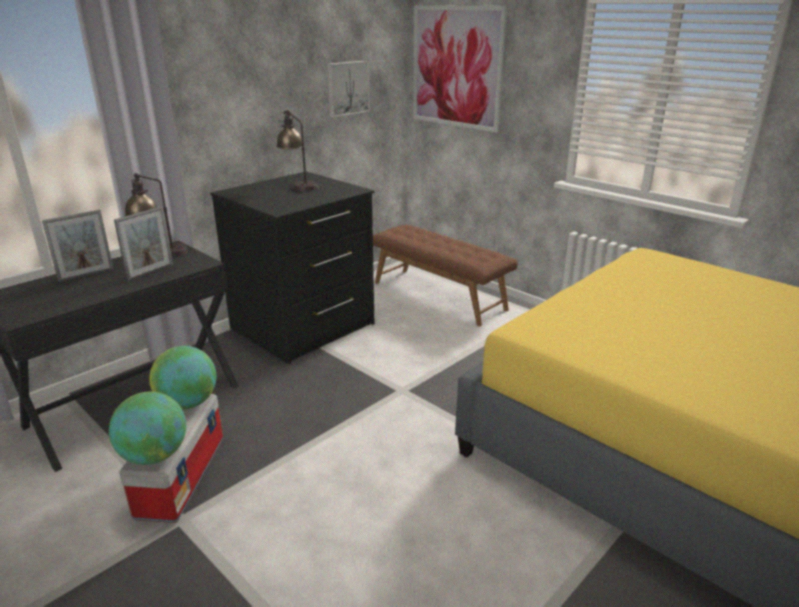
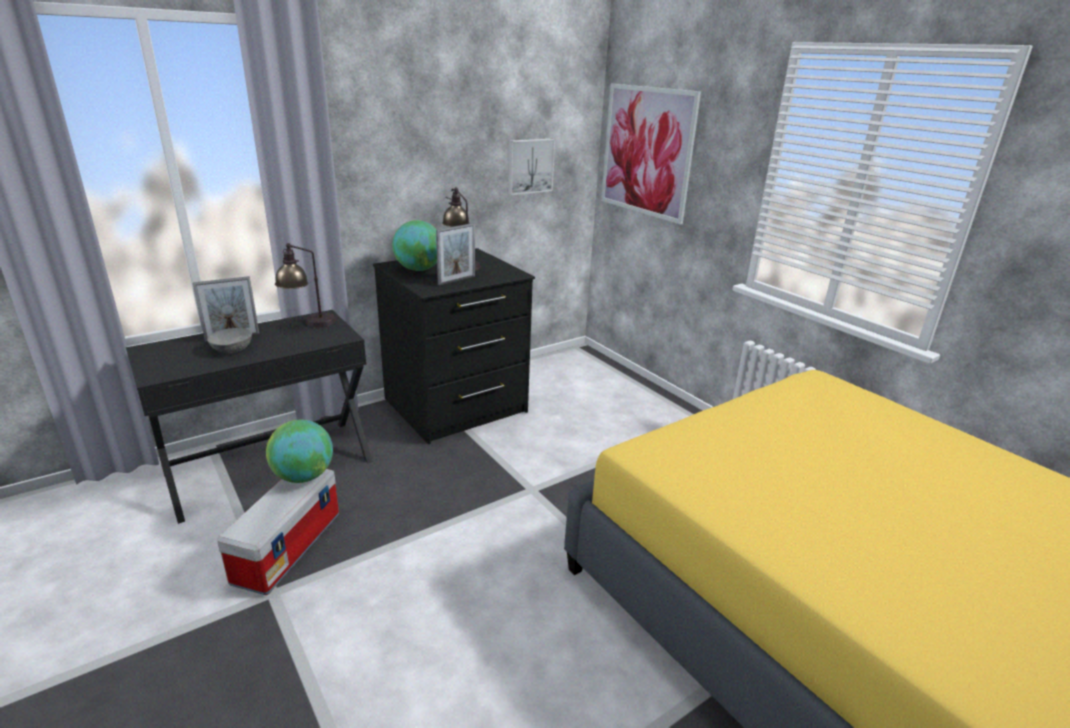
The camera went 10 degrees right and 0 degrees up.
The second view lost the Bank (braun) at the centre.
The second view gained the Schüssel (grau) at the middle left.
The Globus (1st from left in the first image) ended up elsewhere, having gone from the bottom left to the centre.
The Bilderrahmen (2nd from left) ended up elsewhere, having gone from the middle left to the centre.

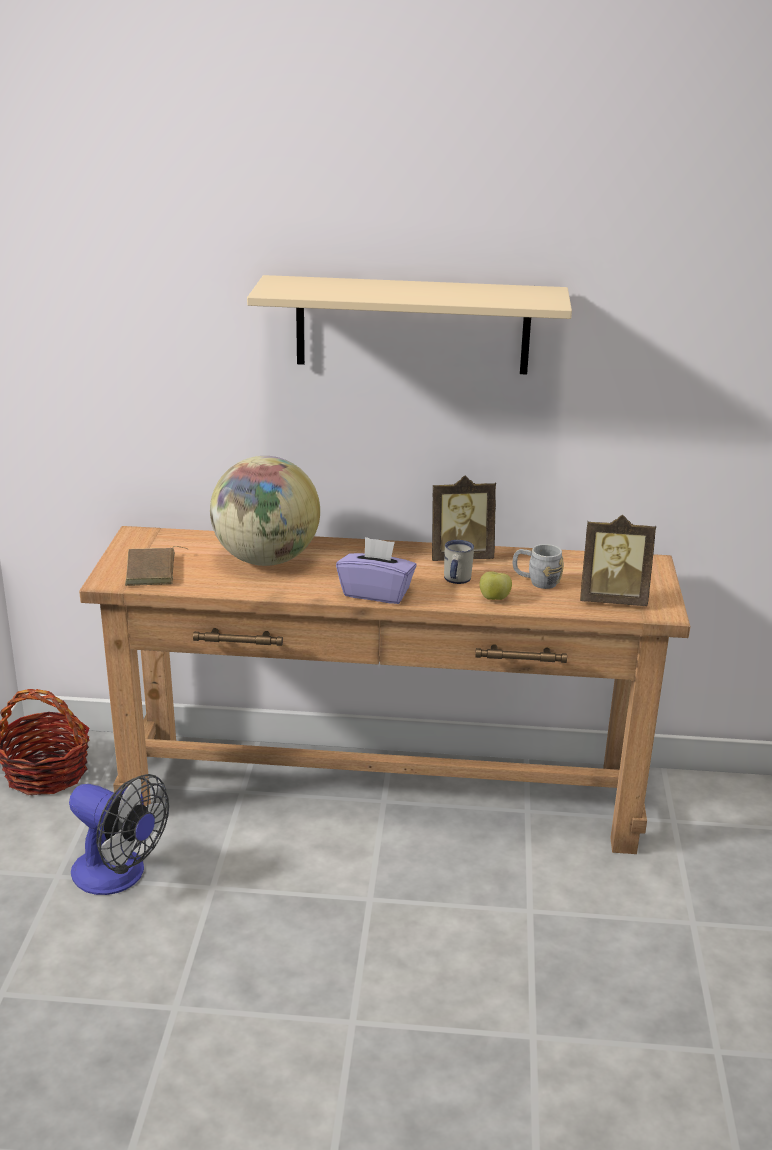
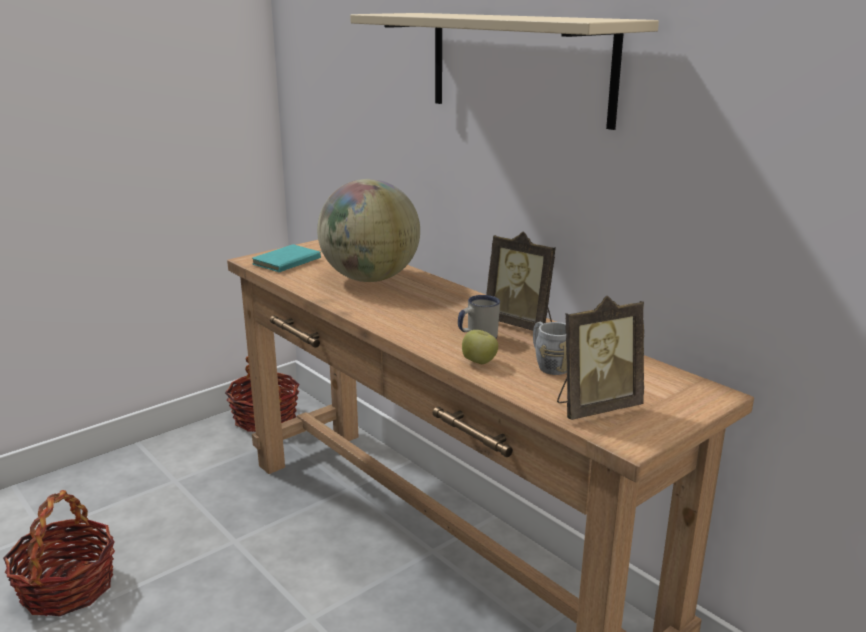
The camera went 45 degrees right and 5 degrees down.
The second view lost the Ventilator at the bottom left.
The second view lost the Taschentuchbox (lila) at the centre.
The second view gained the Korb (1st from left) at the bottom left.
What was the Buch (braun) at the middle left turned into the Buch (türkis) at the middle left.
The Bilderrahmen (2nd from left) at the middle right ended up facing another way, 75 degrees counterclockwise from before.

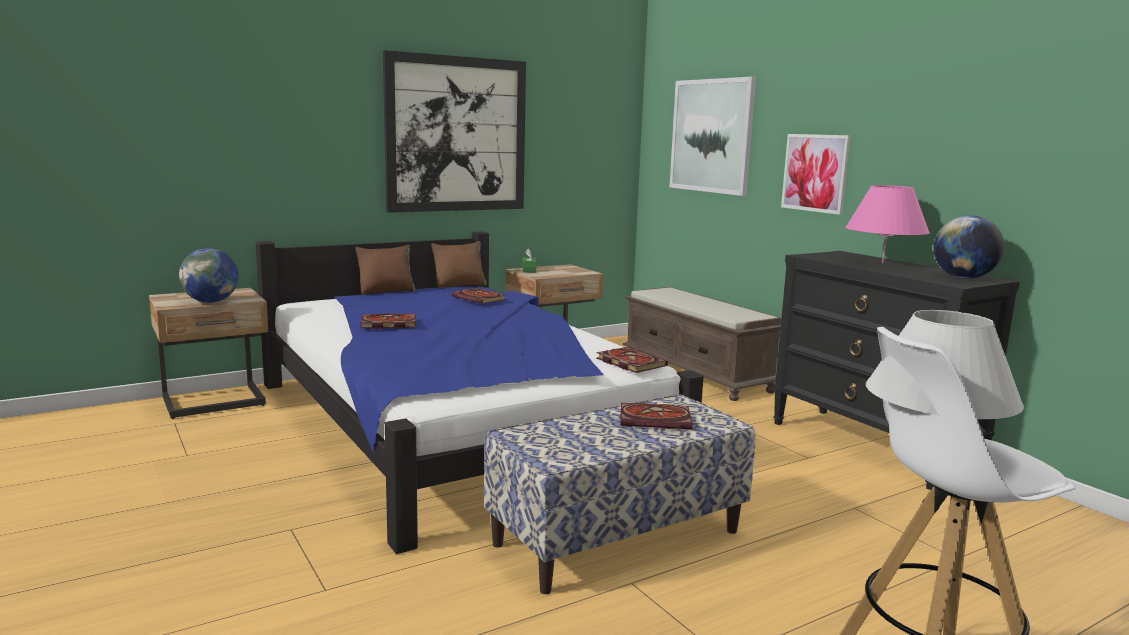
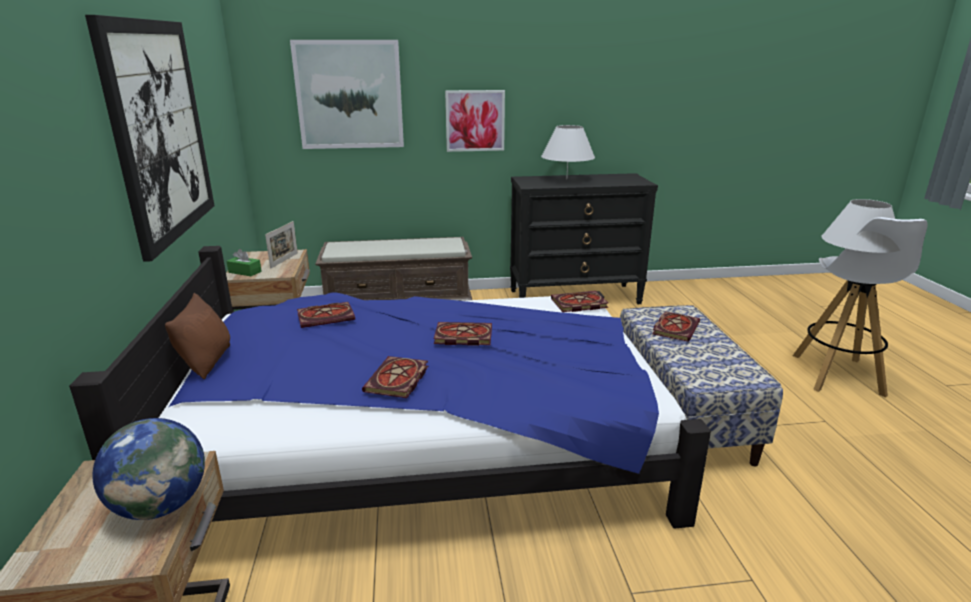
The camera went 65 degrees left and 10 degrees up.
The second view lost the Kissen (braun) (2nd from left) at the centre.
The second view lost the Globus (2nd from left) at the middle right.
The second view gained the Bilderrahmen at the middle left.
The second view gained the Buch (3rd from left) at the centre.
What was the Tischlampe (rosa) at the middle right turned into the Tischlampe (weiß) (1st from left) at the top centre.

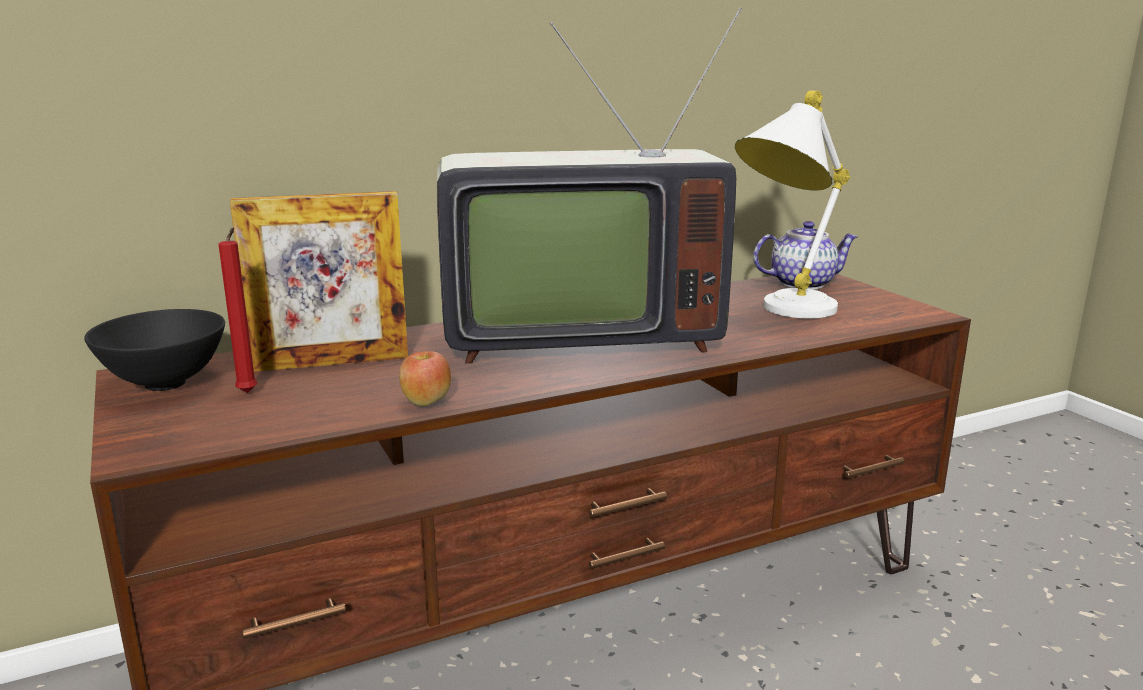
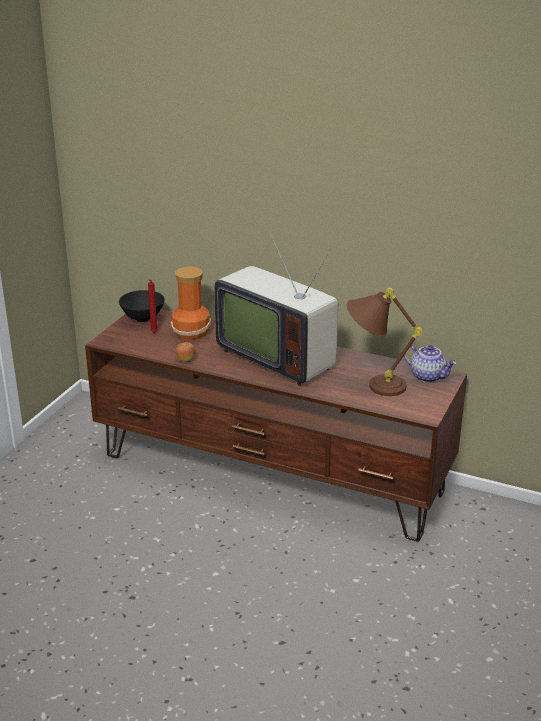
The camera went 50 degrees right and 10 degrees up.
Where the Bilderrahmen stood at the middle left, the Vase came to stand at the centre.
What was the Tischlampe (weiß) at the top right turned into the Tischlampe (braun) at the middle right.

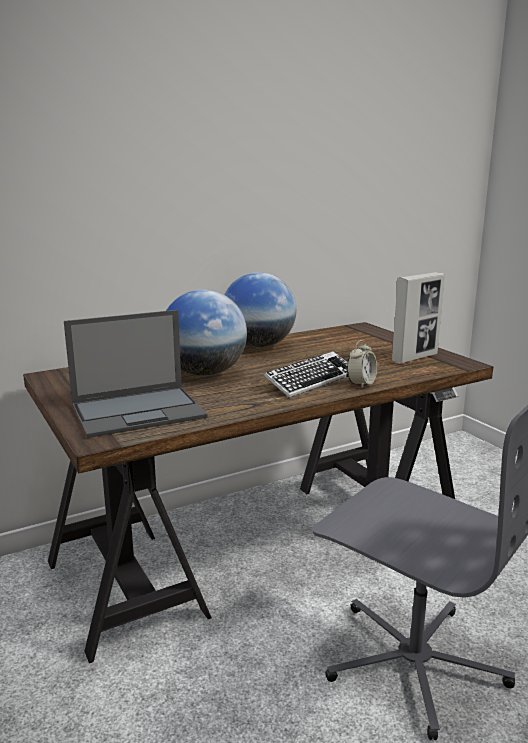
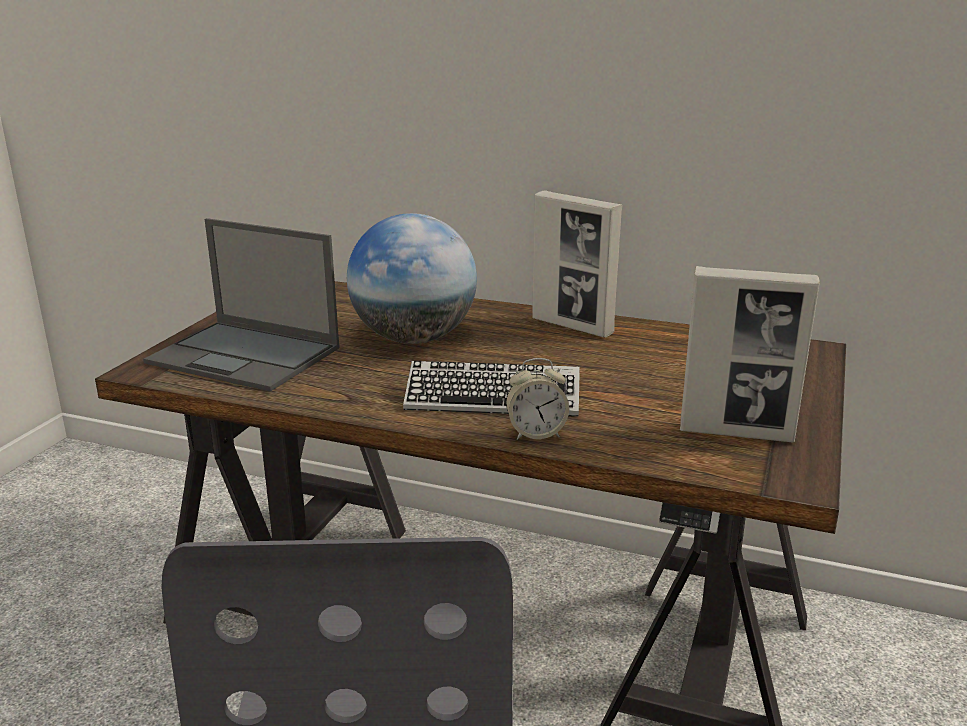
The camera went 50 degrees right and 5 degrees up.
Where the Globus (2nd from left) stood at the centre, the Bilderrahmen (1st from left) came to stand at the centre.

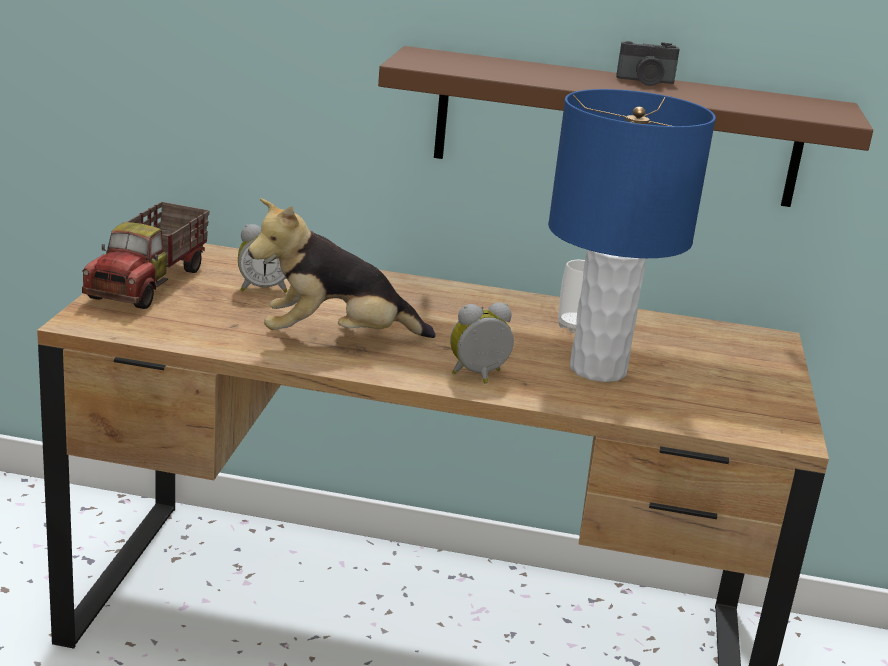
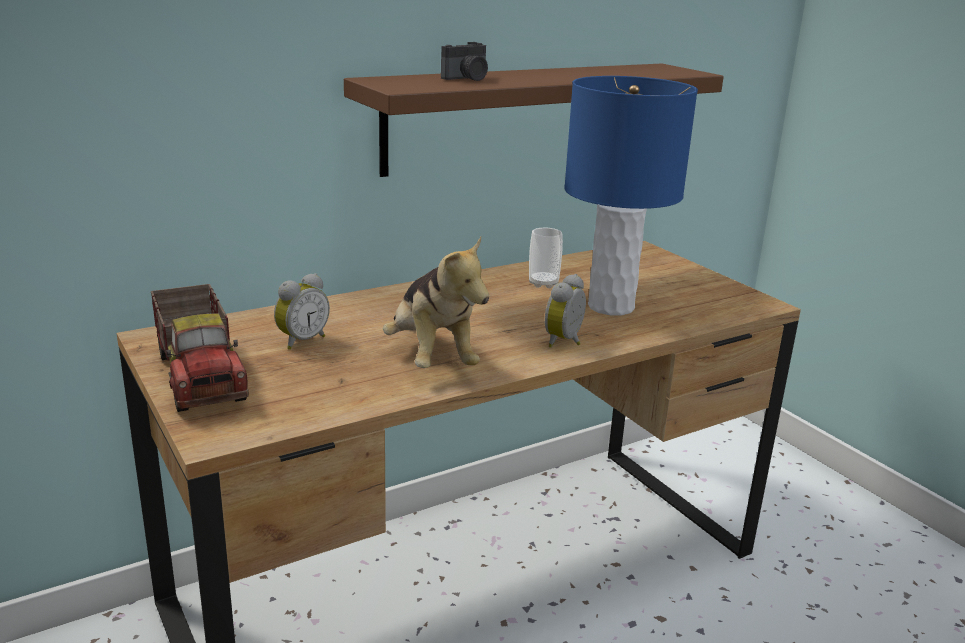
The camera went 40 degrees left and 0 degrees up.
The Kamera ended up elsewhere, having gone from the top right to the top centre.
The Plüschtier at the centre ended up facing another way, 60 degrees counterclockwise from before.

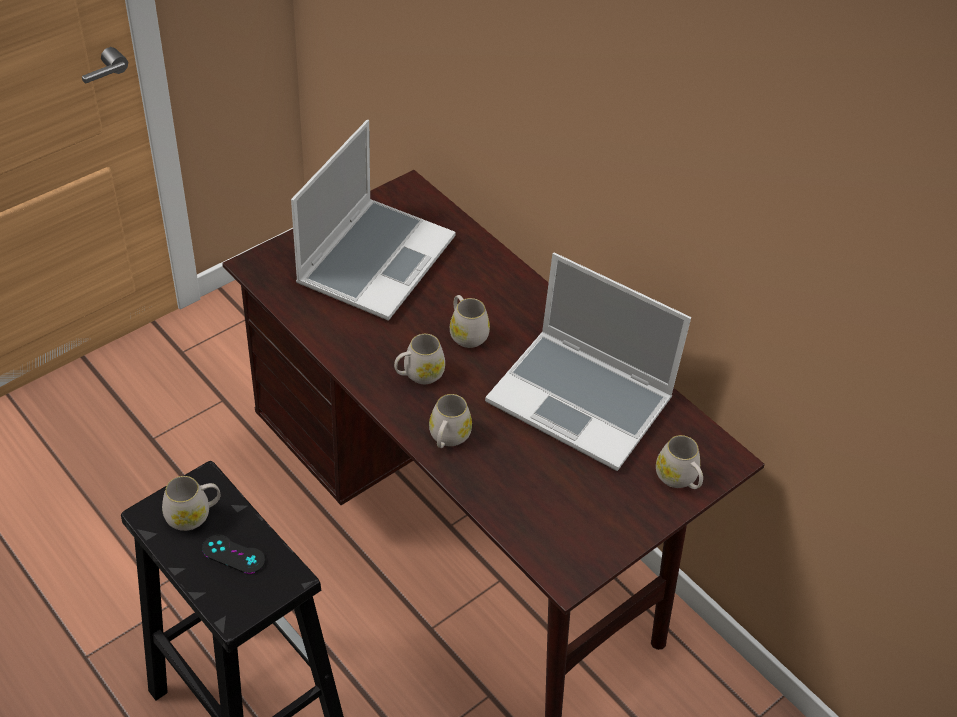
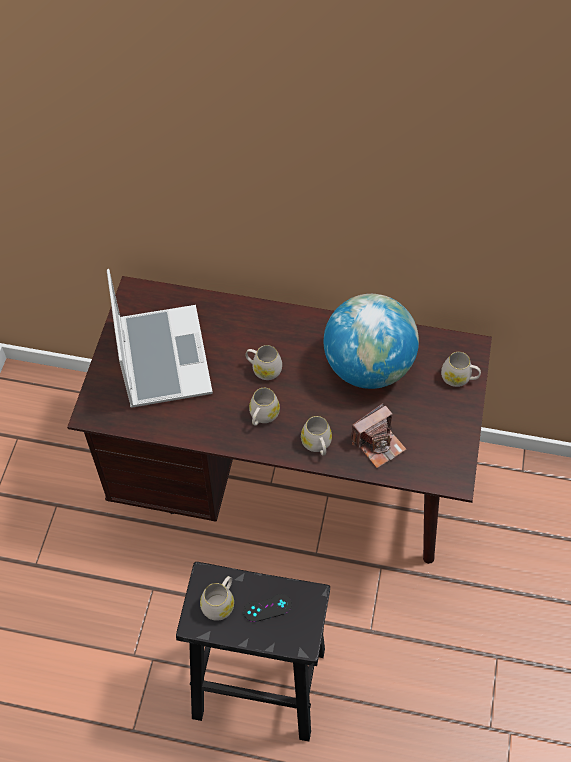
The camera went 35 degrees left and 10 degrees up.
The second view gained the Kamera at the centre.
Where the Laptop (2nd from left) stood at the centre, the Globus came to stand at the centre.

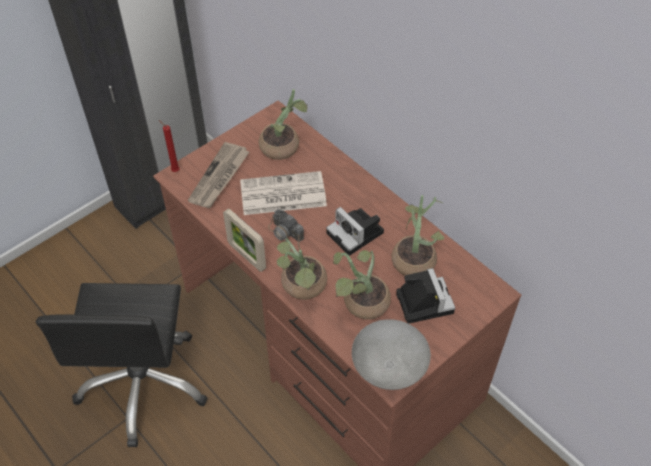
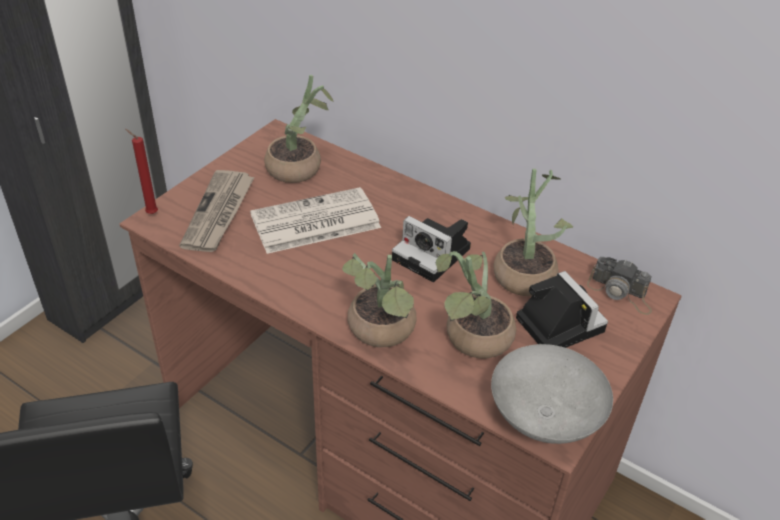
The camera went 15 degrees left and 10 degrees down.
The second view lost the Bilderrahmen at the centre.
The Kamera (1st from left in the first image) ended up elsewhere, having gone from the centre to the middle right.

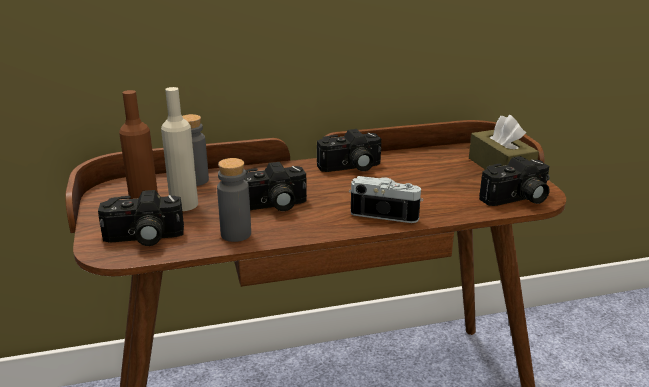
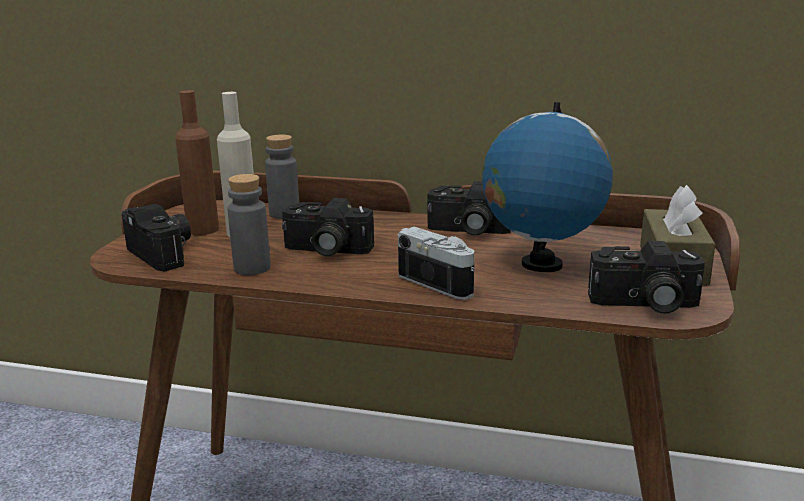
The camera went 30 degrees right and 5 degrees down.
The second view gained the Globus at the middle right.
The Kamera (1st from left) at the middle left ended up facing another way, 150 degrees counterclockwise from before.

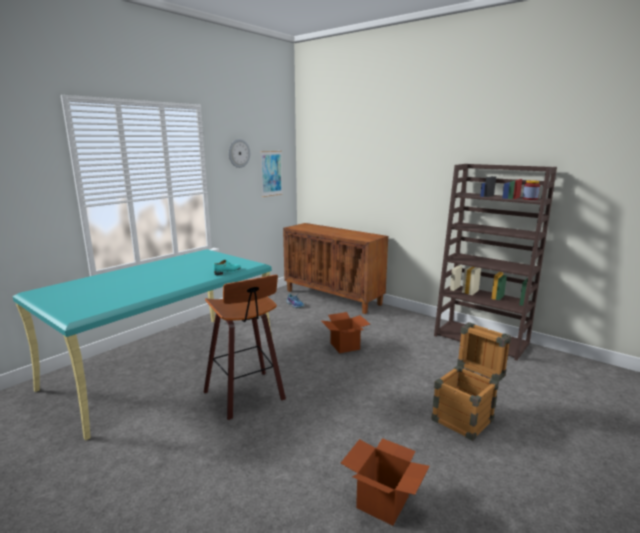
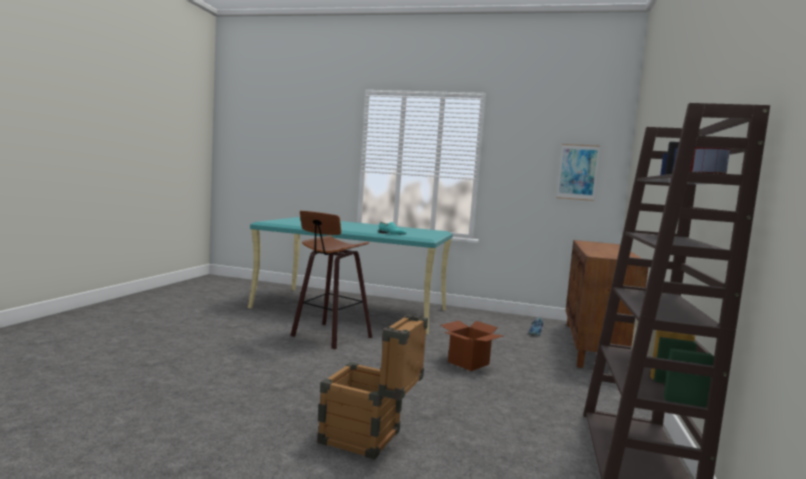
The camera went 65 degrees right and 10 degrees down.
The second view lost the Wanduhr at the top centre.
The second view lost the Karton (2nd from left) at the bottom centre.

